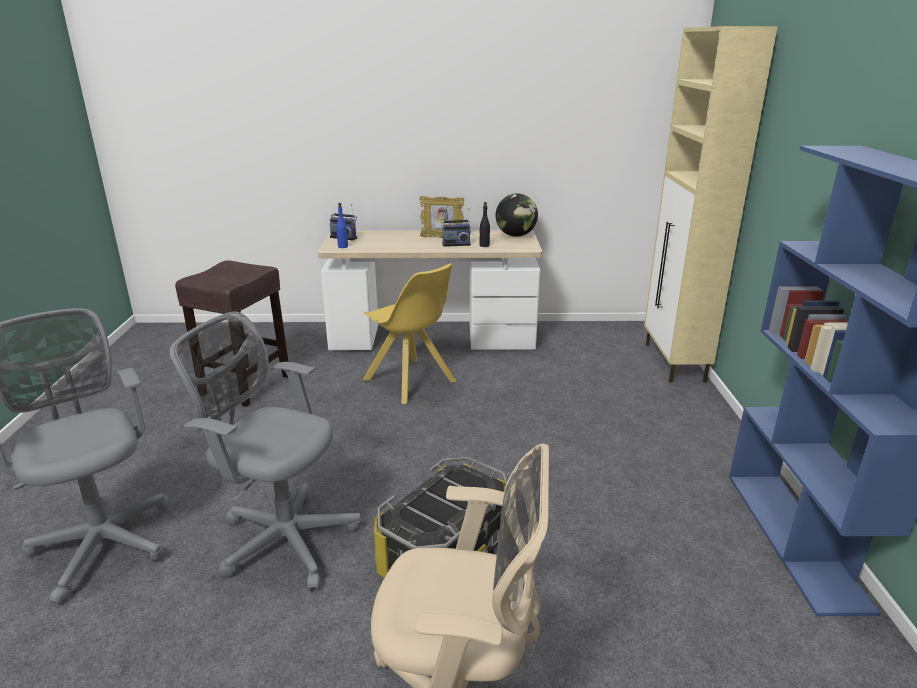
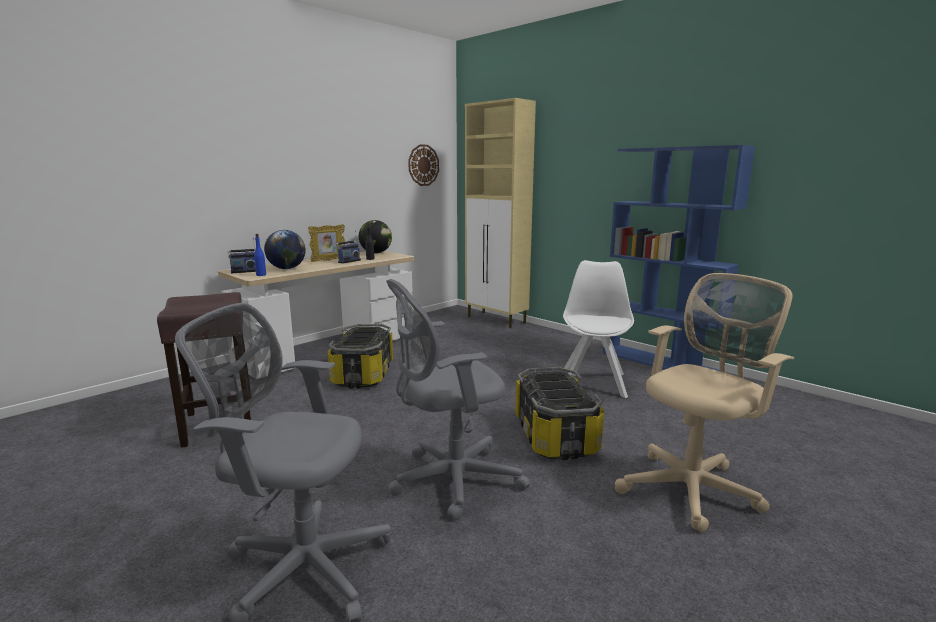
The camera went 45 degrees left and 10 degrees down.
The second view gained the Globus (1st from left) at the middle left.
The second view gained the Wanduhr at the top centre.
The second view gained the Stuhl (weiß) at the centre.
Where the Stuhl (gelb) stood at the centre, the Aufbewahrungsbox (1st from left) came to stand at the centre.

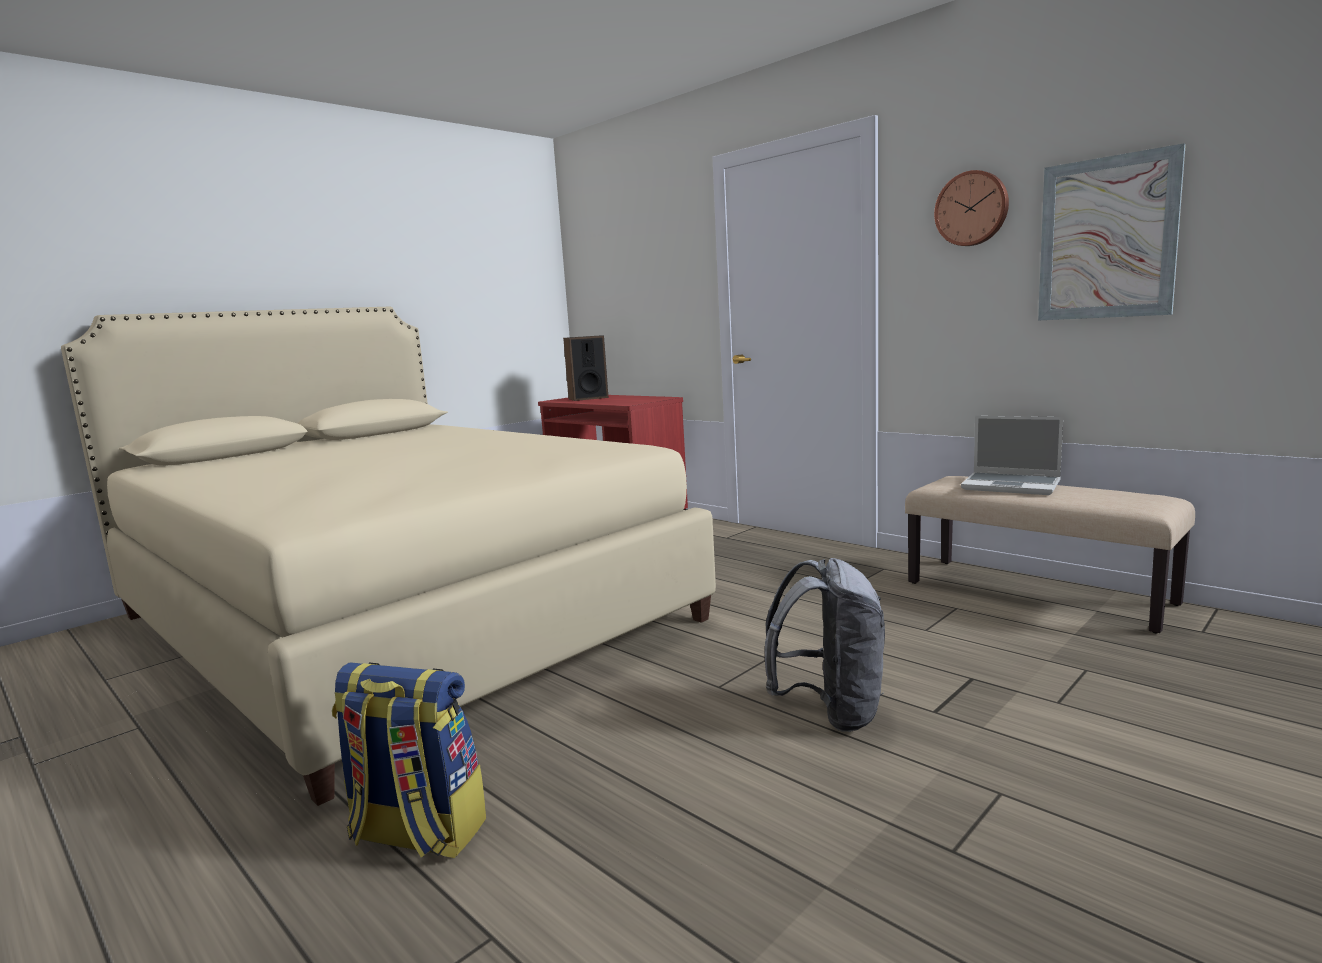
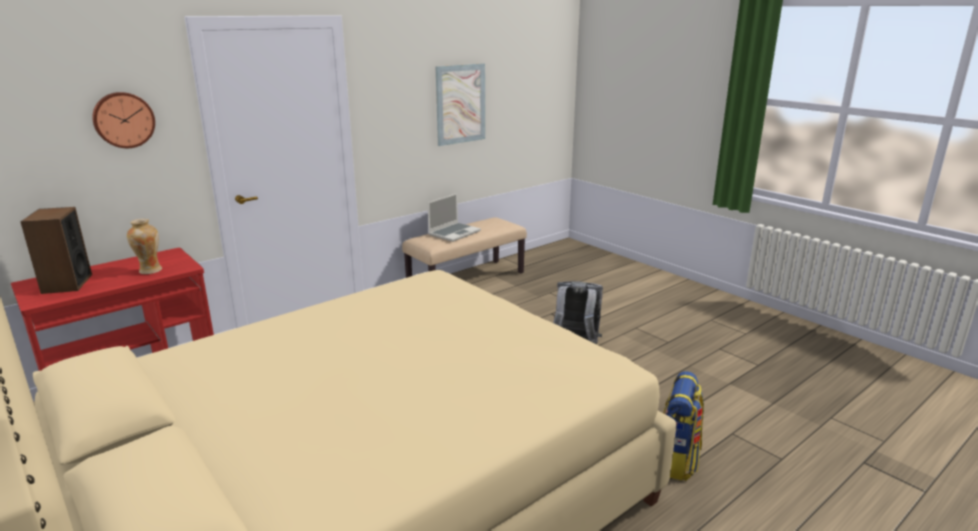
The camera went 85 degrees left and 10 degrees up.
The second view gained the Vase at the middle left.
The Wanduhr ended up elsewhere, having gone from the top right to the top left.

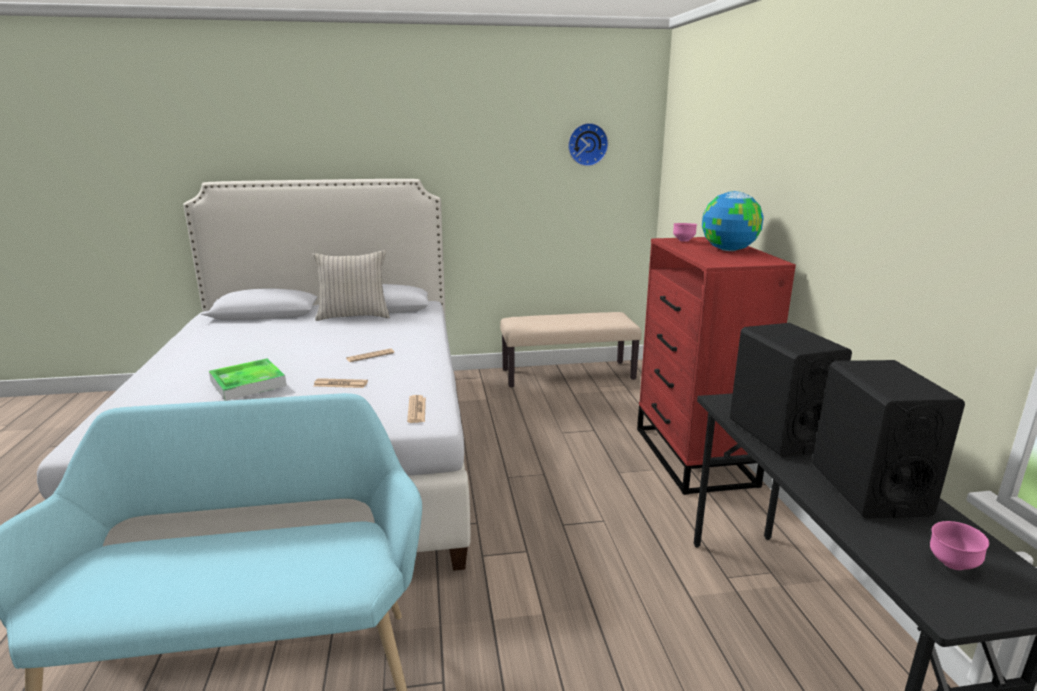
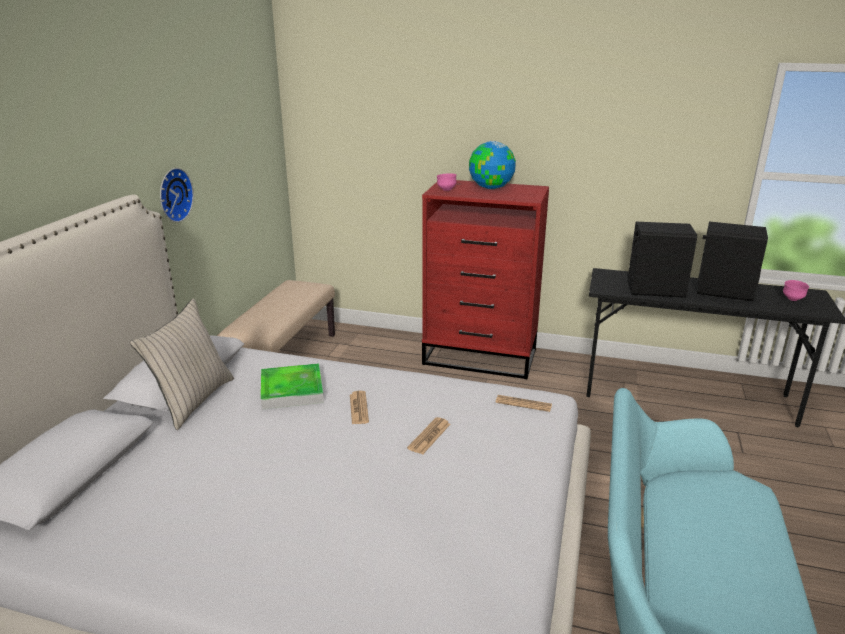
The camera went 65 degrees left and 5 degrees up.
The Tablett ended up elsewhere, having gone from the middle left to the centre.
The Wanduhr ended up elsewhere, having gone from the top centre to the top left.

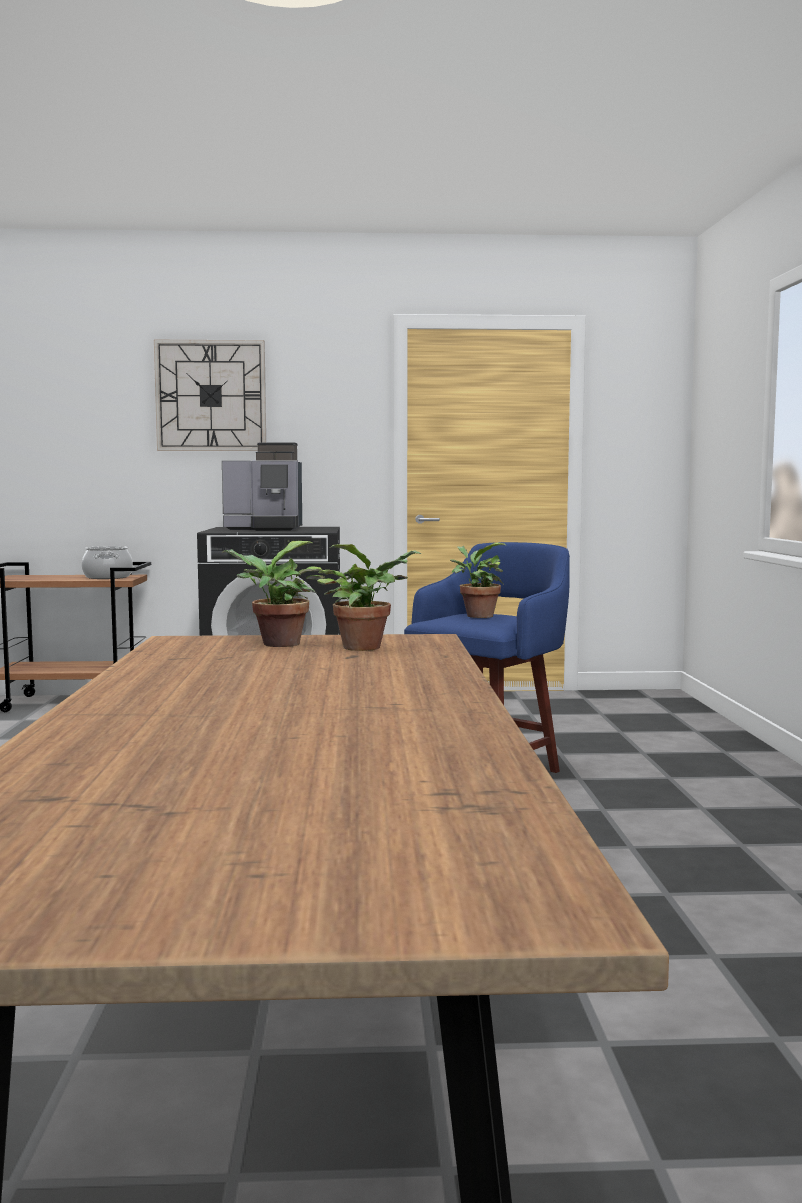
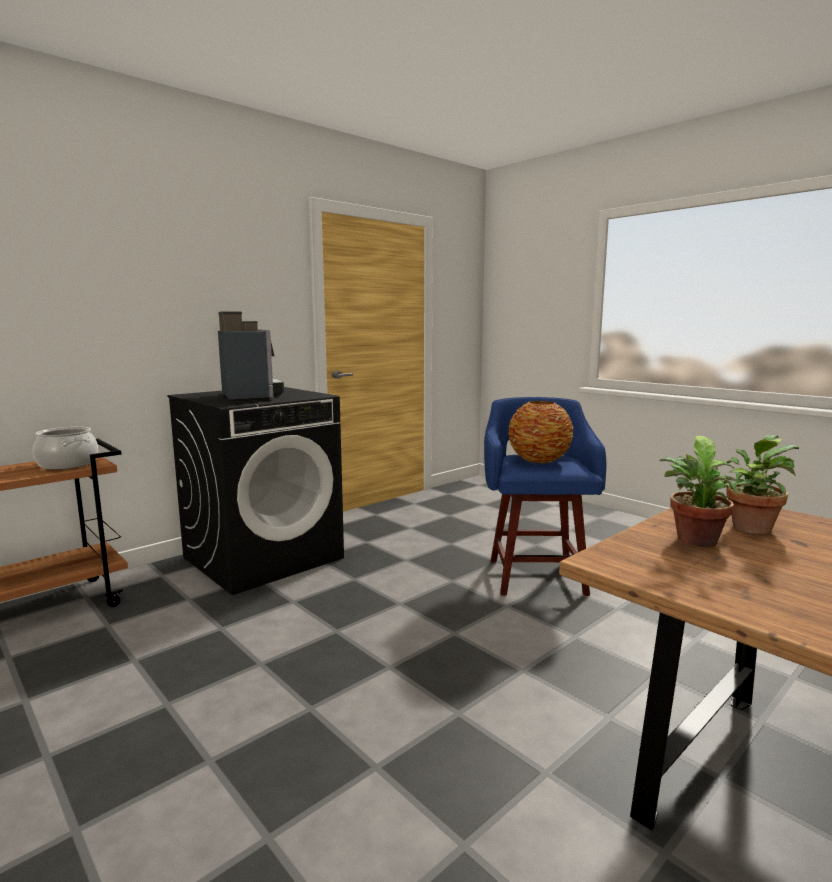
The camera went 40 degrees left and 5 degrees up.
The second view lost the Wanduhr at the top left.
Where the Topfpflanze (3rd from left) stood at the centre, the Vase came to stand at the centre.
The Kaffeemaschine at the middle left ended up facing another way, 75 degrees counterclockwise from before.

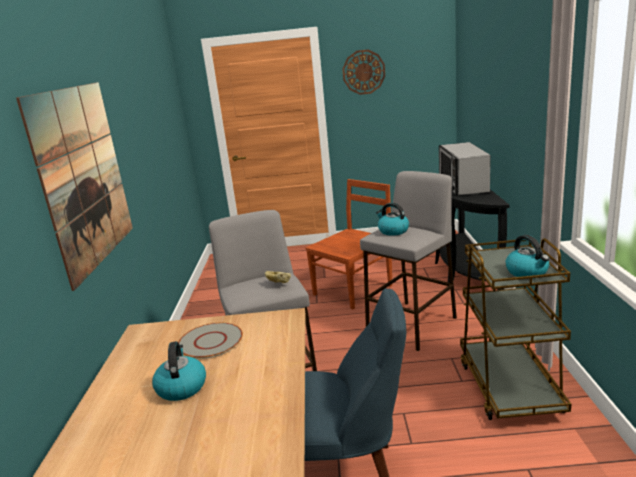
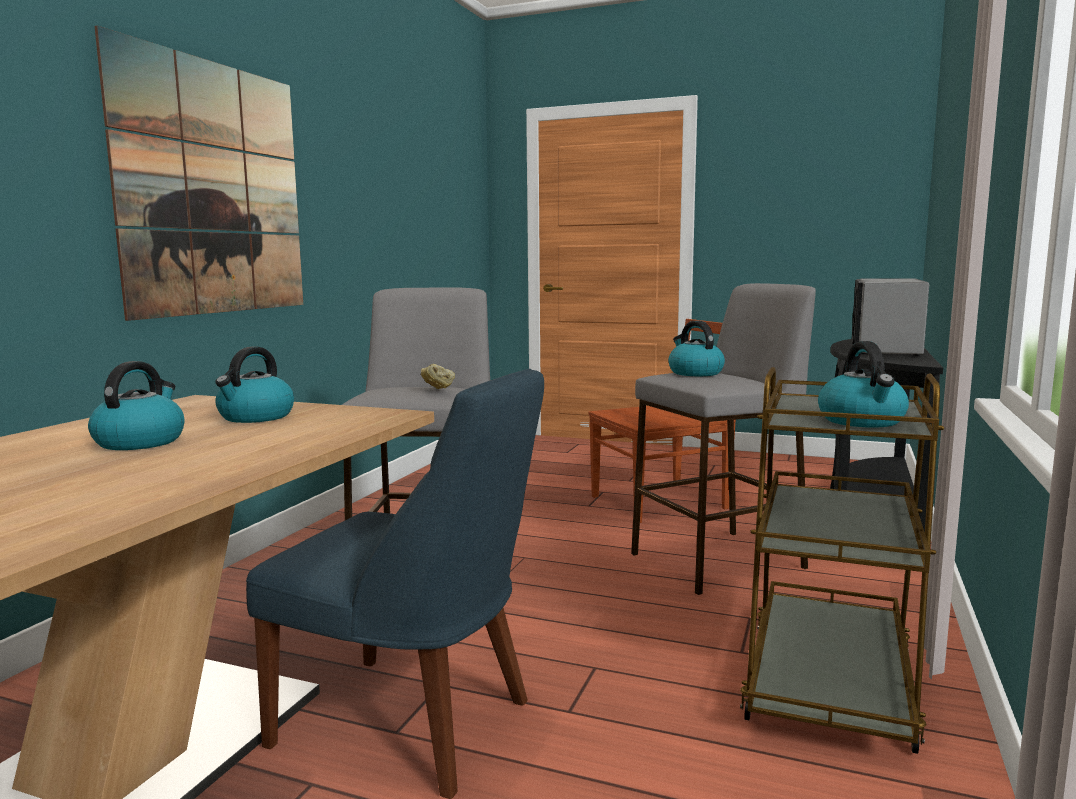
The camera went 20 degrees right and 10 degrees down.
The second view lost the Wanduhr at the top centre.
Where the Teller (grau) stood at the bottom left, the Wasserkessel (2nd from left) came to stand at the middle left.

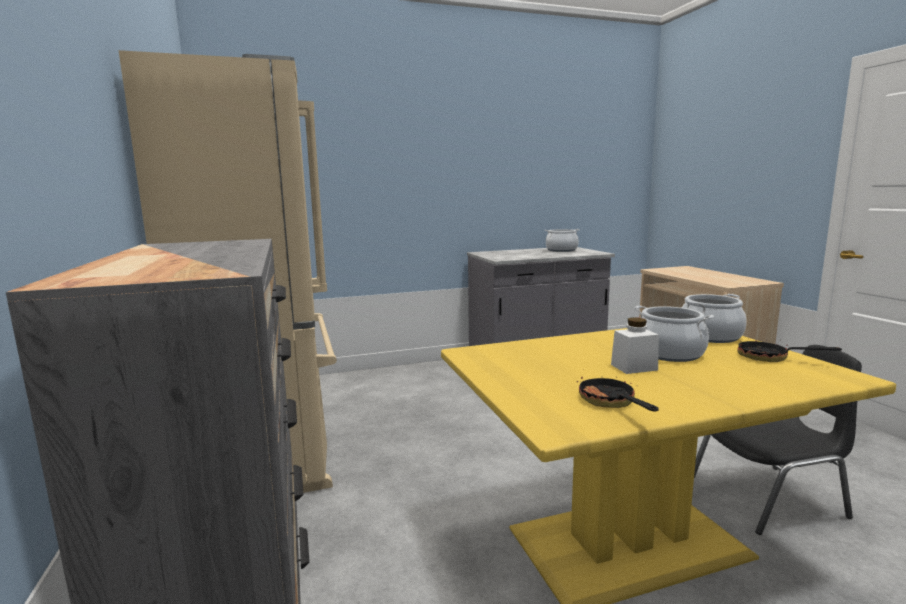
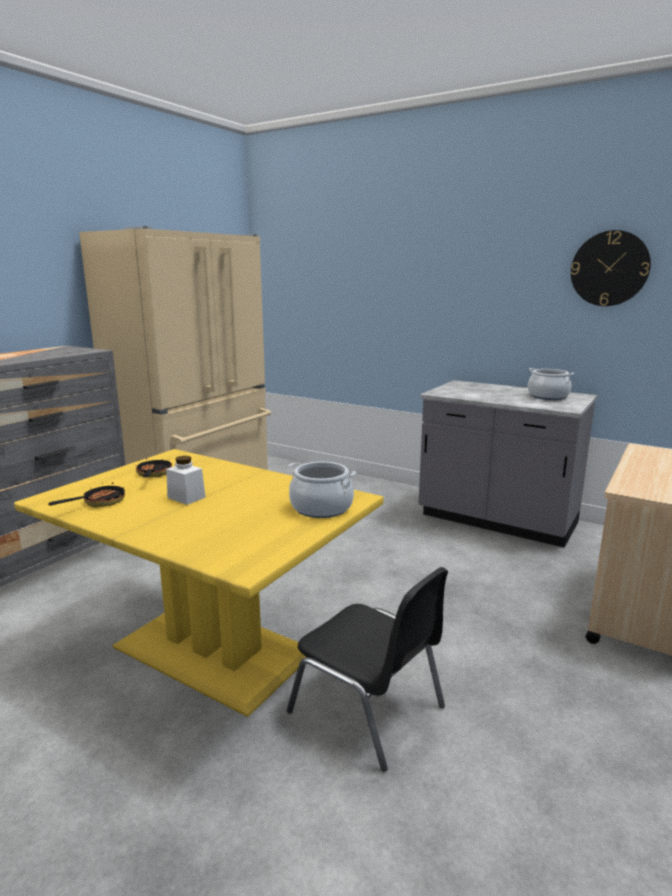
The camera went 50 degrees right and 5 degrees up.
The second view lost the Kochtopf (2nd from left) at the middle right.
The second view gained the Wanduhr at the top right.
The Pfanne (2nd from left) ended up elsewhere, having gone from the middle right to the middle left.

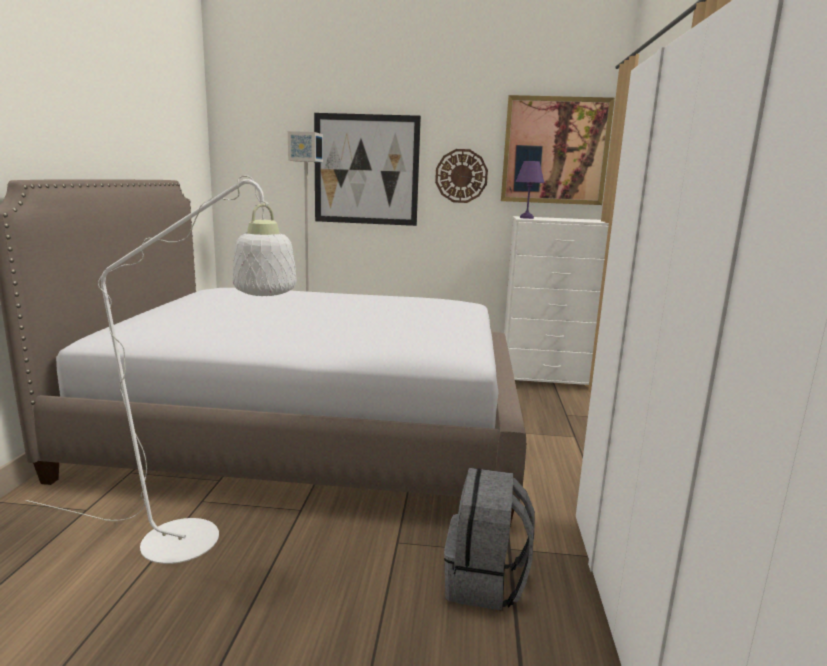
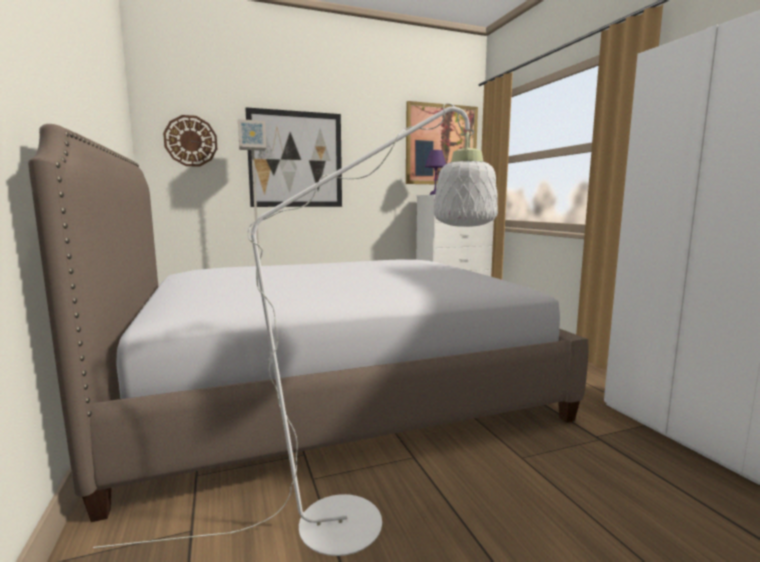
The camera went 25 degrees left and 5 degrees down.
The second view lost the Rucksack (grau) at the bottom centre.
The Wanduhr ended up elsewhere, having gone from the top centre to the top left.

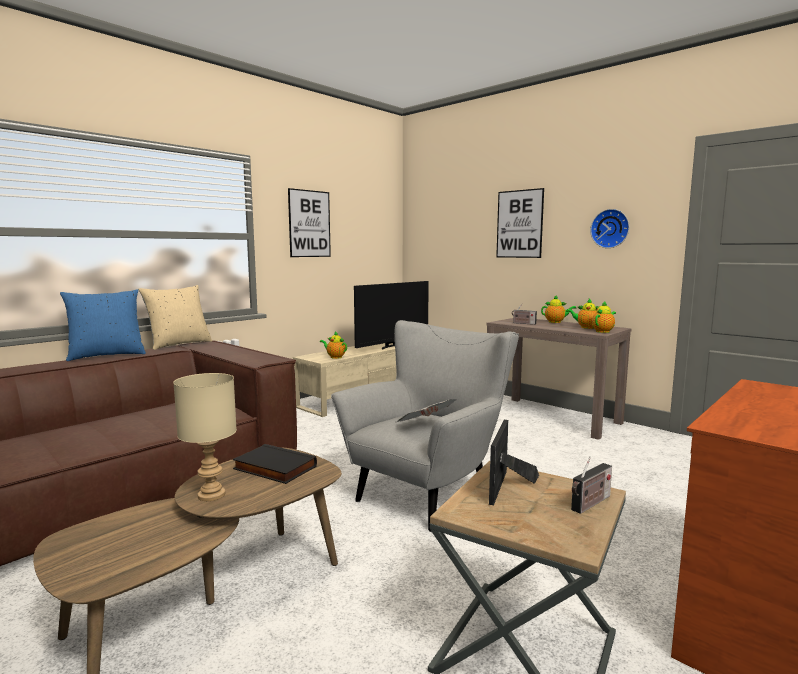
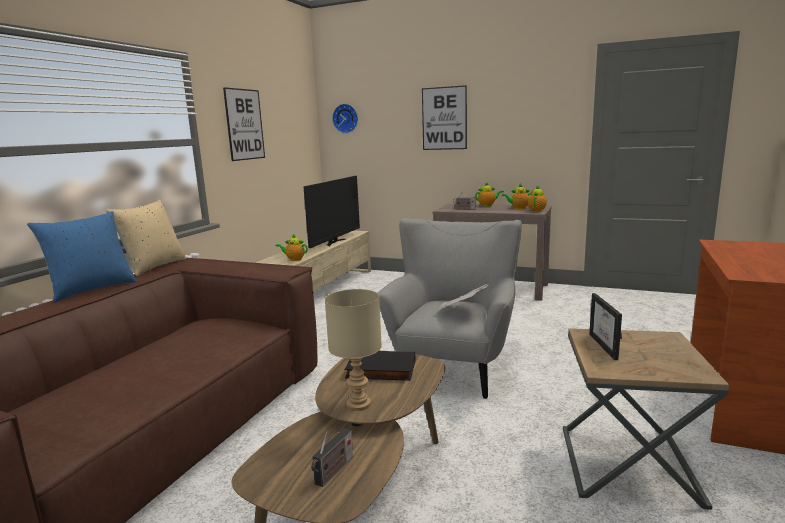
The camera went 20 degrees left and 5 degrees up.
The Radio (2nd from left in the first image) ended up elsewhere, having gone from the bottom right to the bottom centre.
The Wanduhr ended up elsewhere, having gone from the middle right to the top centre.

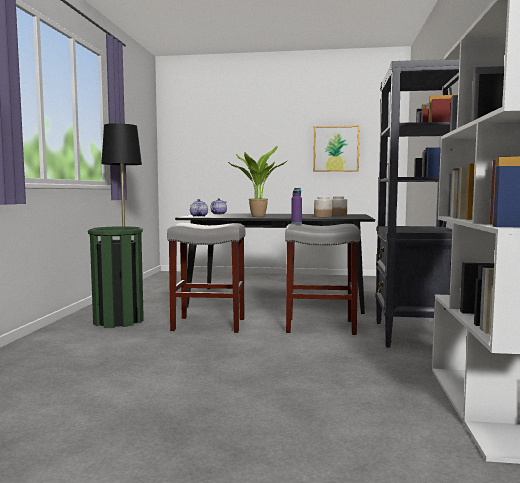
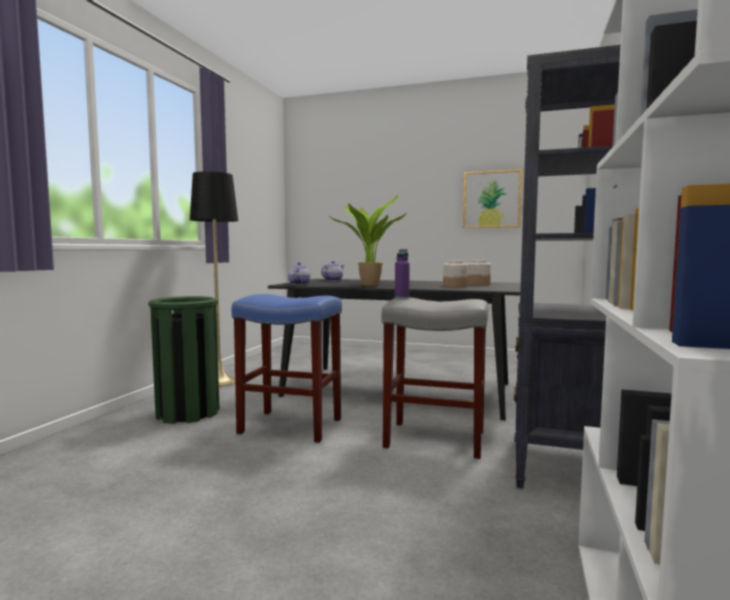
The camera went 10 degrees right and 0 degrees up.
What was the Hocker (grau) (1st from left) at the centre turned into the Hocker (blau) at the centre.

